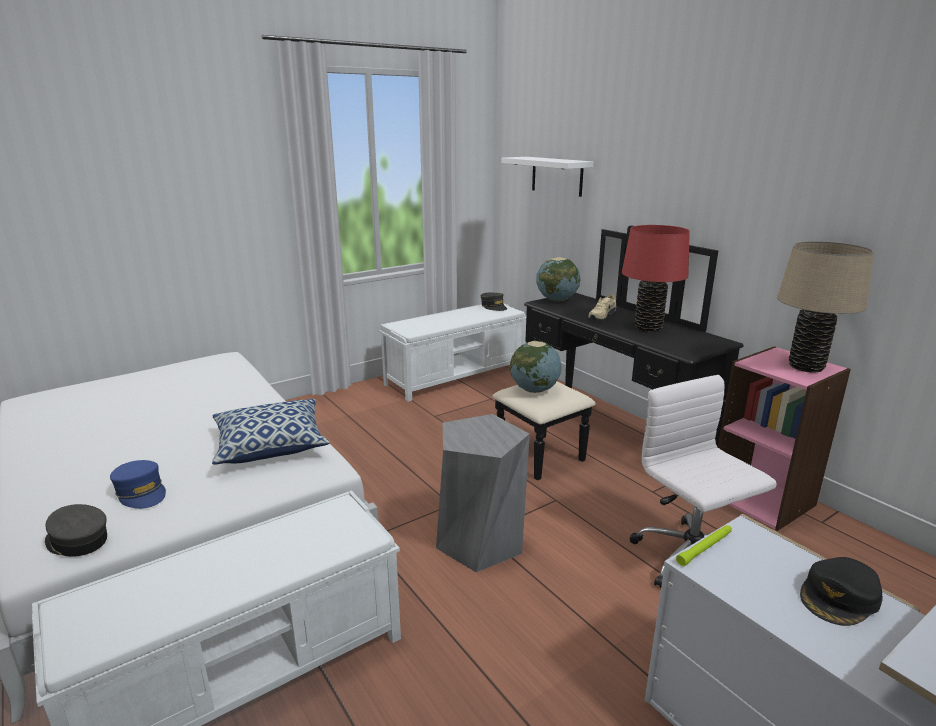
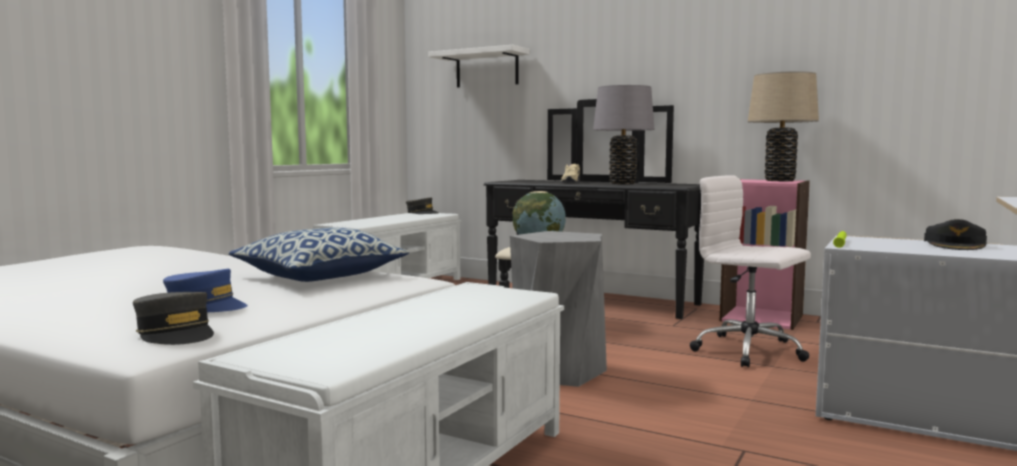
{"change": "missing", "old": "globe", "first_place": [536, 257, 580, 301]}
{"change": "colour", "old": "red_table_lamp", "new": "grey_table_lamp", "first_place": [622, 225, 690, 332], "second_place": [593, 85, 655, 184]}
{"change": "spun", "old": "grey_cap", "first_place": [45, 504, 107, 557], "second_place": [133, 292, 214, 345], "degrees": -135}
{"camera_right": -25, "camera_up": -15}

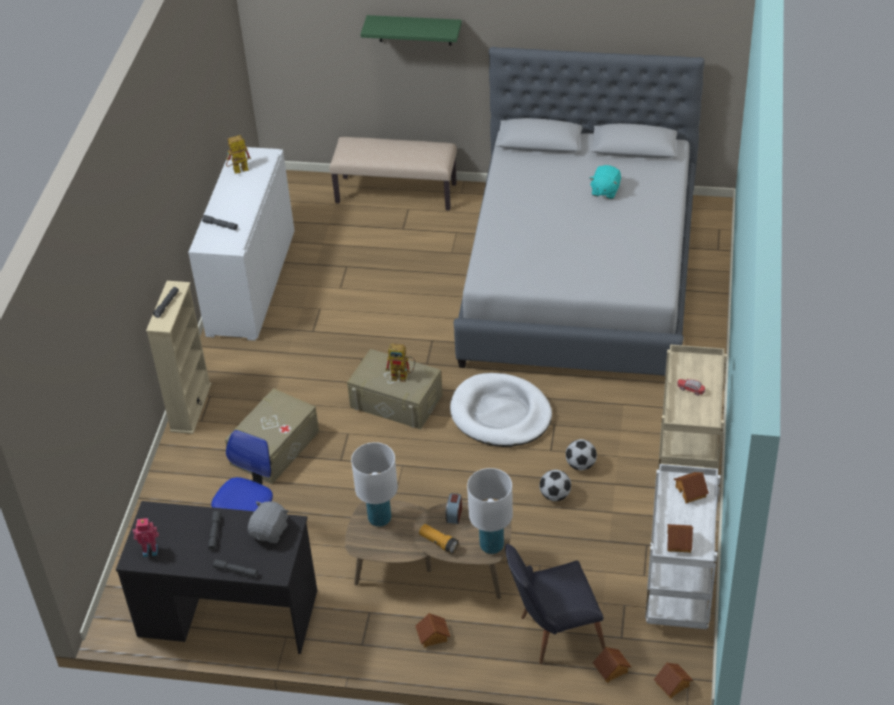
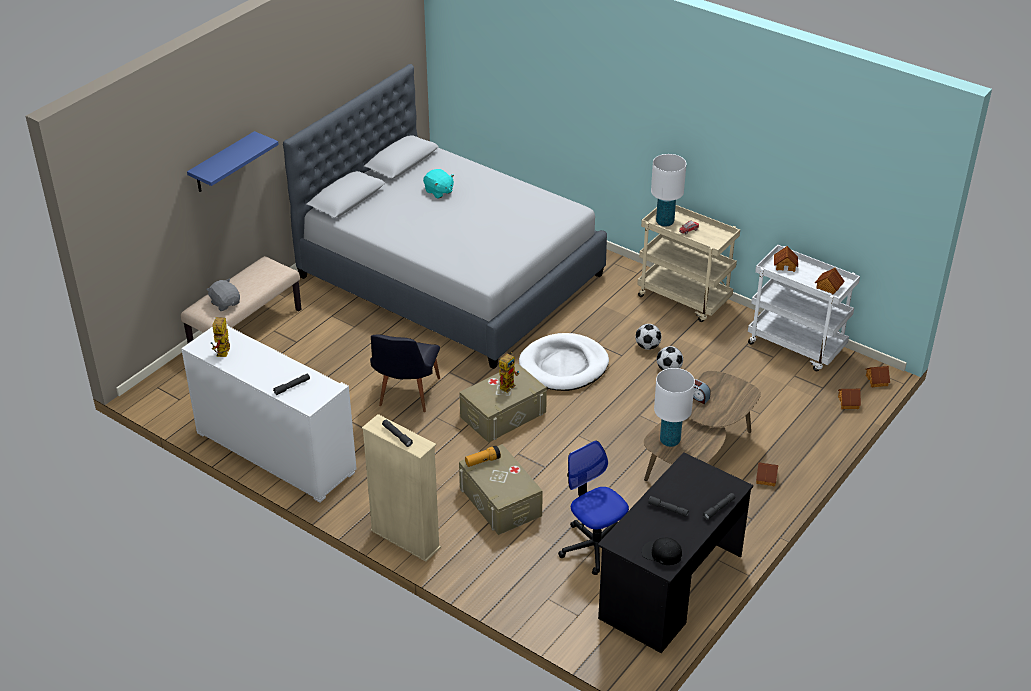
{"change": "relocated", "old": "grey_plush_toy", "first_place": [248, 501, 288, 543], "second_place": [206, 278, 240, 311]}
{"change": "relocated", "old": "flashlight", "first_place": [419, 524, 458, 554], "second_place": [465, 445, 501, 467]}
{"change": "relocated", "old": "white_table_lamp", "first_place": [467, 468, 513, 554], "second_place": [651, 154, 686, 227]}
{"change": "relocated", "old": "black_chair", "first_place": [505, 544, 605, 664], "second_place": [370, 334, 440, 412]}
{"change": "exchanged", "old": "toy_robot", "new": "black_cap", "first_place": [133, 518, 159, 557], "second_place": [641, 538, 682, 565]}
{"change": "colour", "old": "green_shelf", "new": "blue_shelf", "first_place": [360, 15, 462, 46], "second_place": [187, 131, 279, 192]}
{"camera_right": -65, "camera_up": -5}

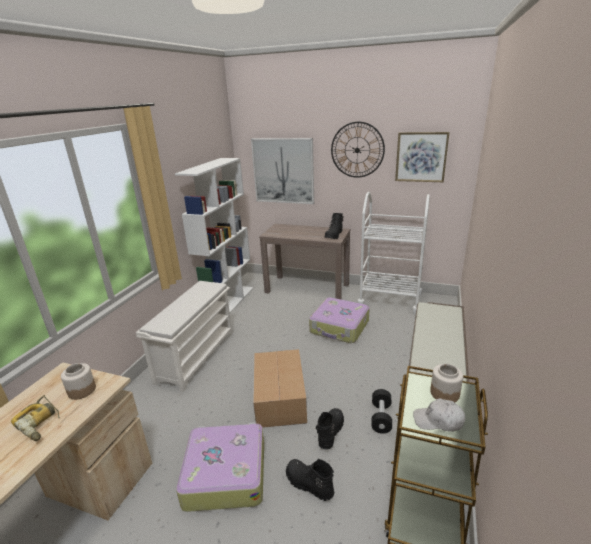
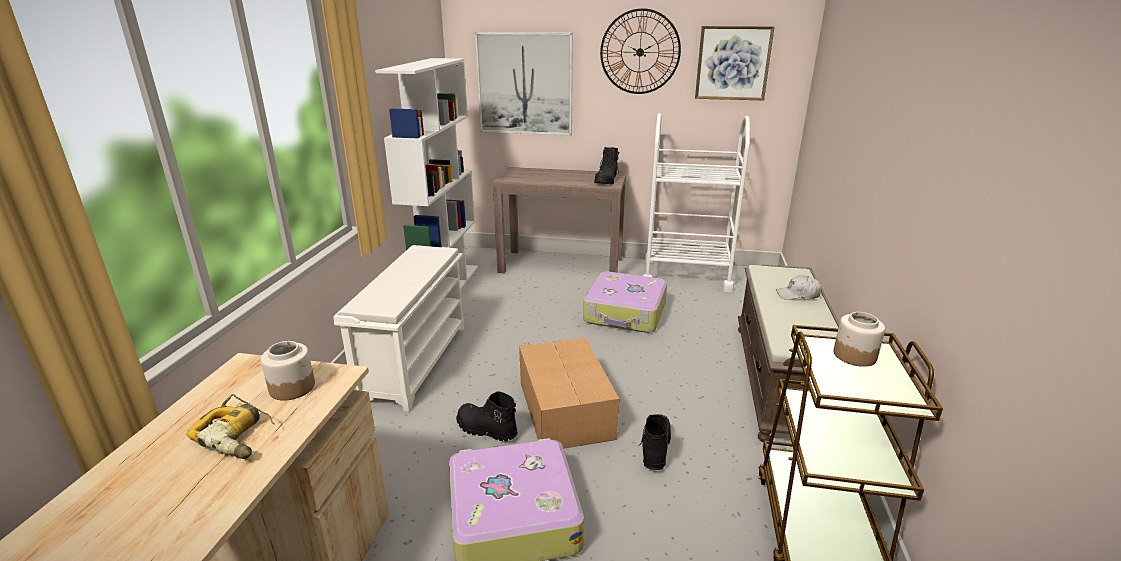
{"change": "missing", "old": "black_dumbbell", "first_place": [372, 389, 392, 434]}
{"change": "relocated", "old": "black_boot", "first_place": [286, 459, 334, 501], "second_place": [456, 391, 518, 442]}
{"change": "relocated", "old": "white_cap", "first_place": [413, 398, 465, 432], "second_place": [776, 275, 822, 300]}
{"camera_right": -10, "camera_up": 0}

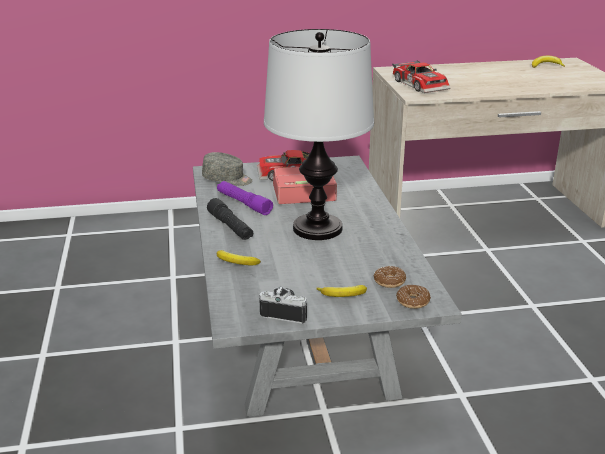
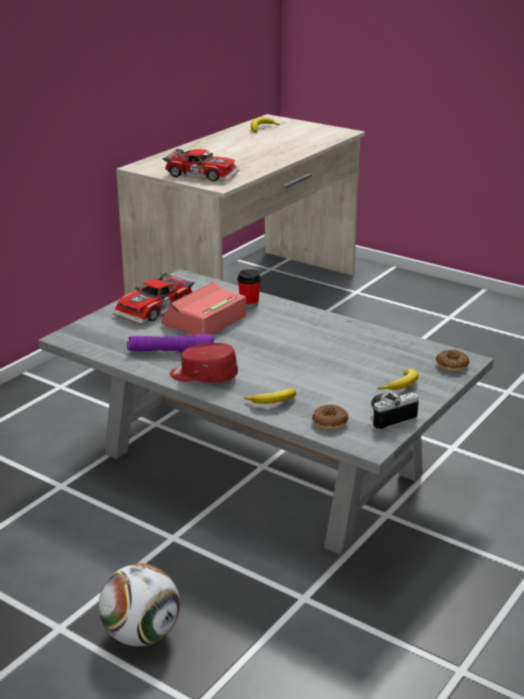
{"change": "missing", "old": "grey_cap", "first_place": [202, 152, 252, 186]}
{"change": "missing", "old": "table_lamp", "first_place": [264, 29, 374, 240]}
{"change": "appeared", "new": "football", "second_place": [99, 564, 180, 646]}
{"change": "appeared", "new": "cup", "second_place": [237, 269, 261, 308]}
{"change": "relocated", "old": "donut", "first_place": [374, 266, 406, 288], "second_place": [312, 404, 349, 430]}
{"change": "exchanged", "old": "black_flashlight", "new": "red_cap", "first_place": [207, 198, 253, 240], "second_place": [170, 343, 238, 383]}
{"camera_right": -45, "camera_up": 0}

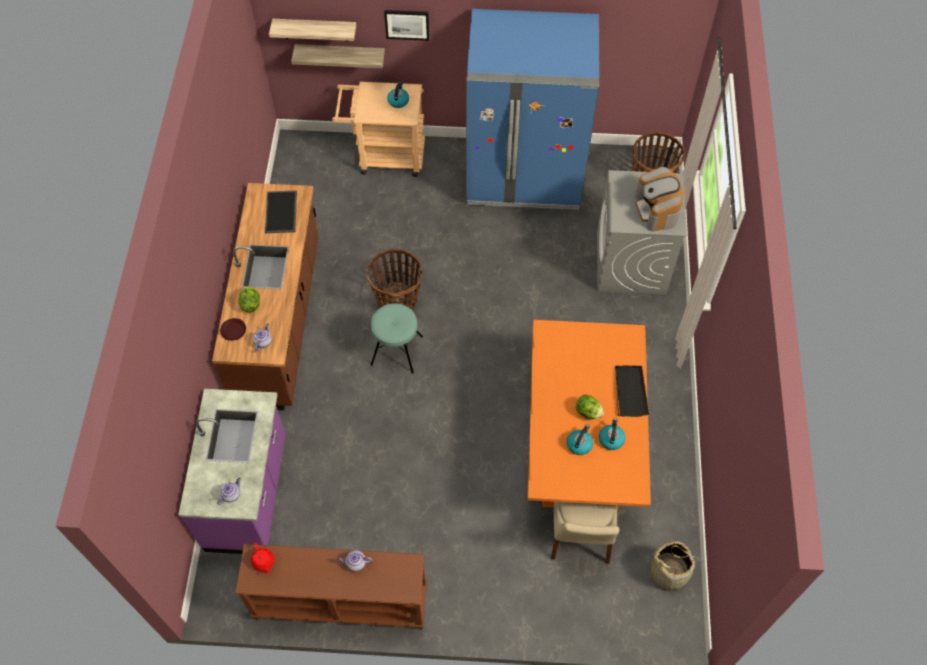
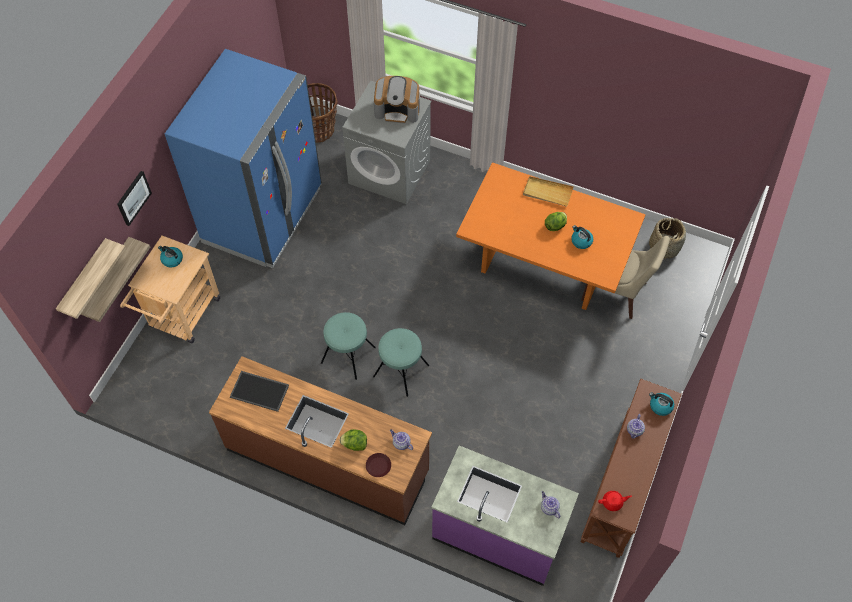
{"change": "relocated", "old": "kettle", "first_place": [599, 418, 625, 450], "second_place": [649, 392, 674, 416]}
{"change": "exchanged", "old": "basket", "new": "turquoise_stool", "first_place": [367, 249, 422, 310], "second_place": [321, 312, 376, 380]}
{"change": "colour", "old": "black_tray", "new": "beige_tray", "first_place": [615, 365, 649, 417], "second_place": [523, 176, 574, 207]}
{"camera_right": -70, "camera_up": 0}

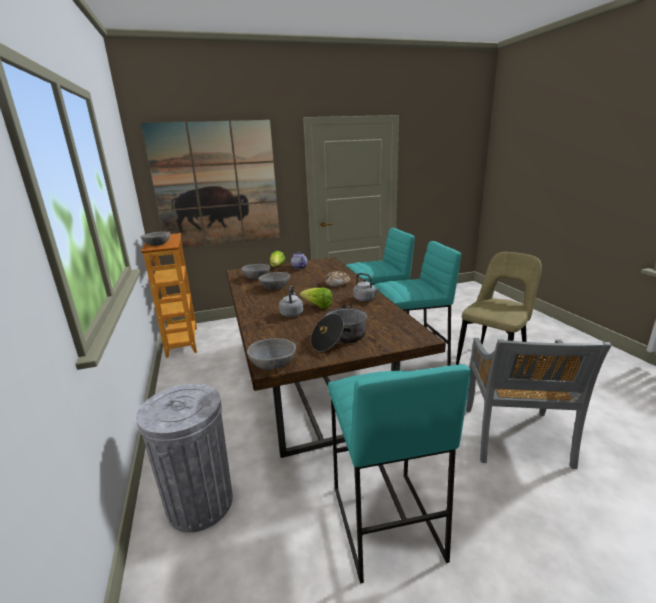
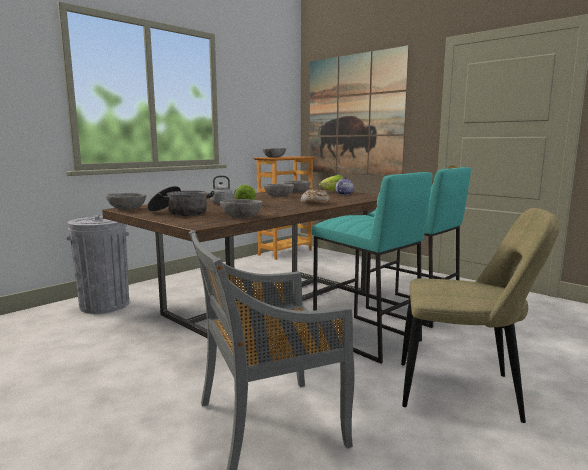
{"change": "missing", "old": "turquoise_stool", "first_place": [328, 364, 471, 584]}
{"change": "missing", "old": "grey_kettle", "first_place": [353, 273, 380, 301]}
{"change": "appeared", "new": "grey_bowl", "second_place": [220, 199, 262, 218]}
{"camera_right": 60, "camera_up": -10}

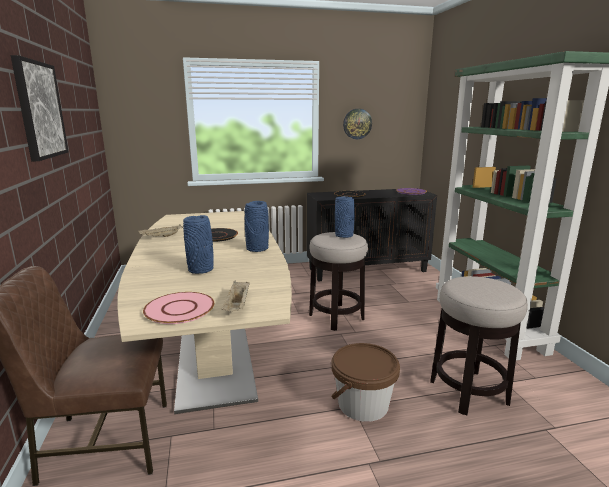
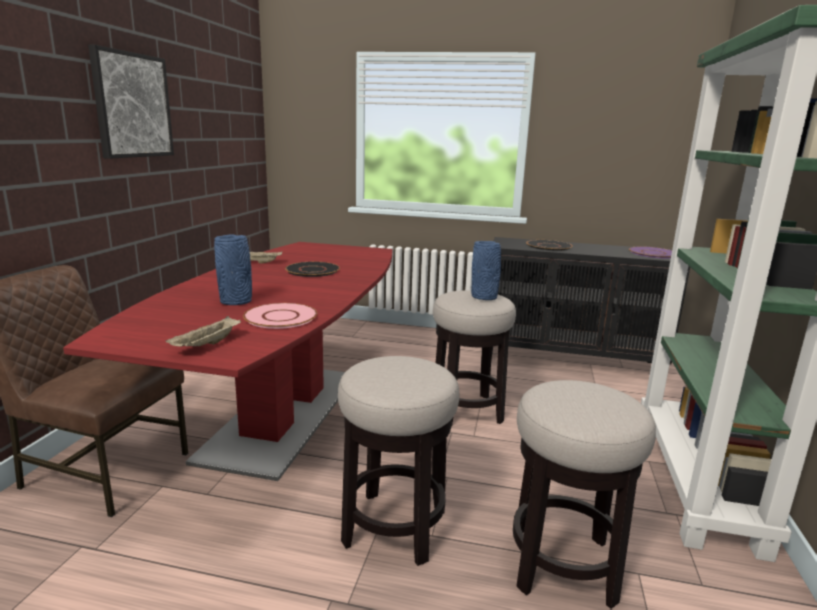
{"change": "missing", "old": "blue_vase", "first_place": [245, 201, 269, 252]}
{"change": "missing", "old": "wall_clock", "first_place": [343, 109, 372, 139]}
{"change": "relocated", "old": "pink_plate", "first_place": [143, 292, 214, 324], "second_place": [243, 303, 317, 329]}
{"change": "exchanged", "old": "brown_bucket", "new": "stool", "first_place": [331, 343, 400, 422], "second_place": [338, 356, 460, 566]}
{"change": "colour", "old": "beige_dining_table", "new": "red_dining_table", "first_place": [117, 211, 292, 414], "second_place": [63, 242, 392, 481]}
{"camera_right": 25, "camera_up": 0}

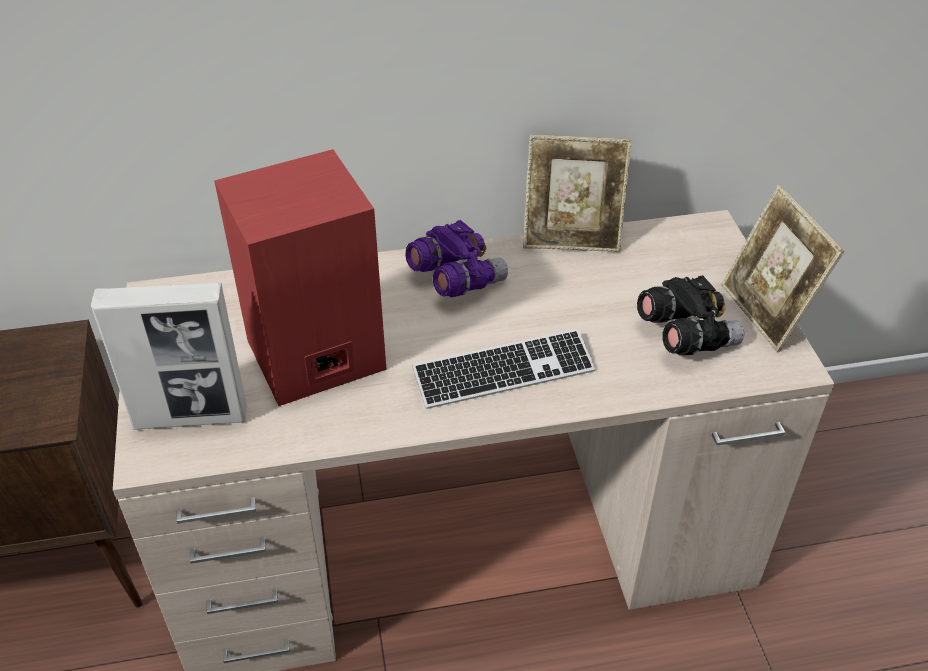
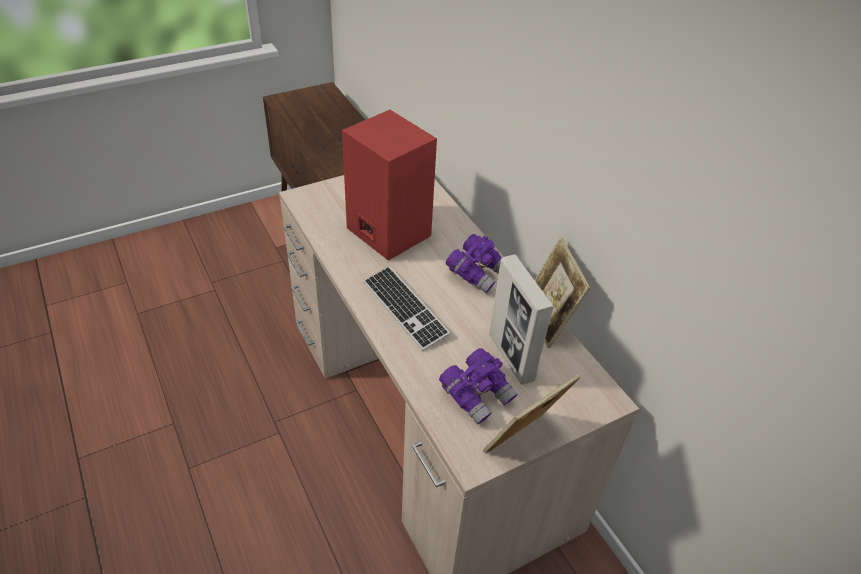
{"change": "relocated", "old": "picture_frame", "first_place": [91, 282, 247, 430], "second_place": [489, 254, 554, 385]}
{"change": "colour", "old": "black_binoculars", "new": "purple_binoculars", "first_place": [637, 275, 744, 355], "second_place": [439, 348, 518, 425]}
{"camera_right": 70, "camera_up": 0}

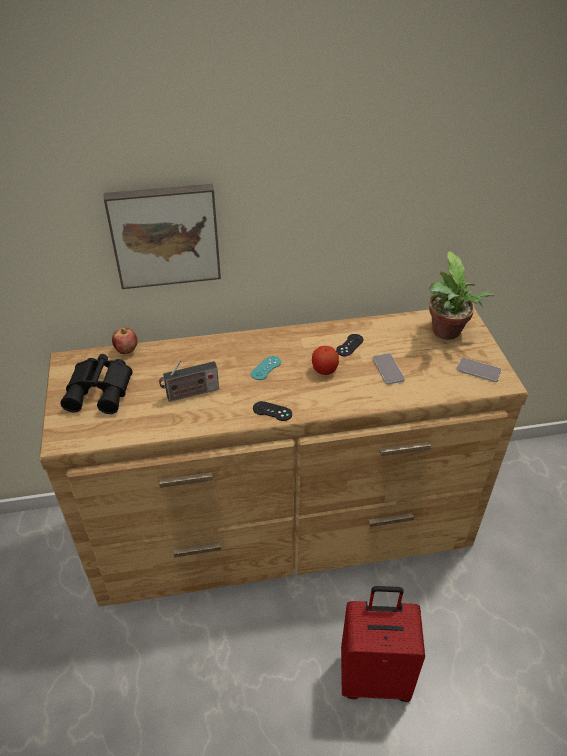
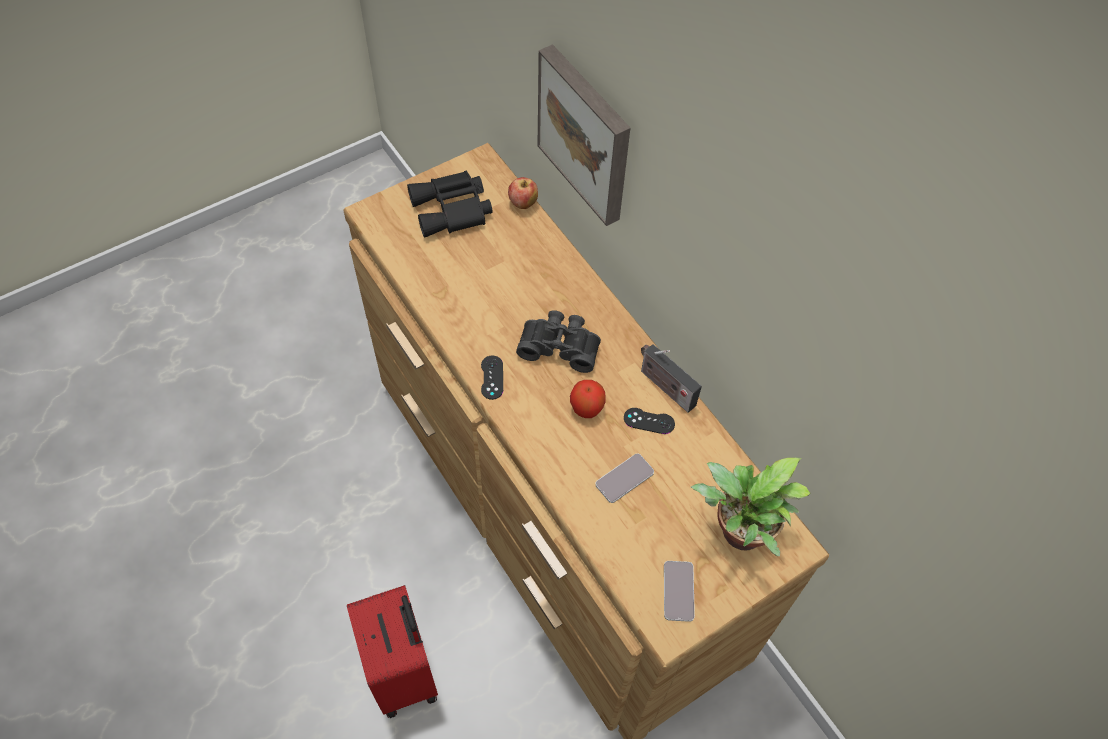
{"change": "relocated", "old": "radio", "first_place": [159, 359, 219, 402], "second_place": [641, 344, 702, 413]}
{"change": "exchanged", "old": "turquoise_game_controller", "new": "black_binoculars", "first_place": [251, 356, 281, 380], "second_place": [516, 310, 601, 373]}
{"camera_right": 65, "camera_up": 15}

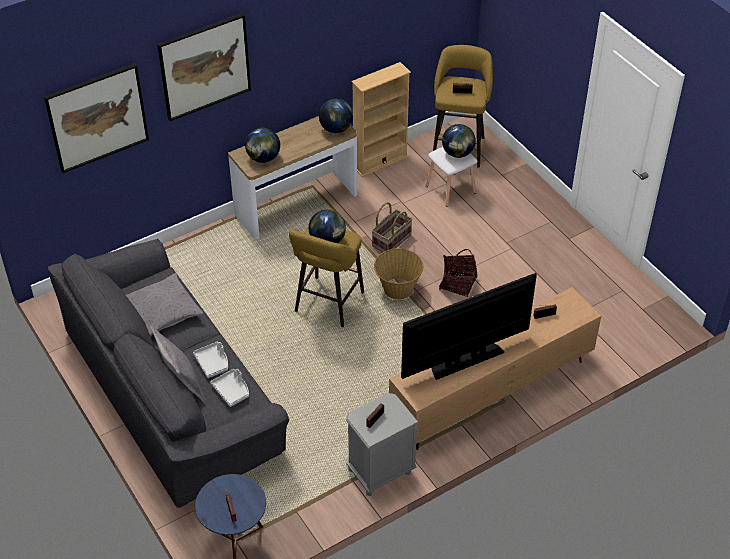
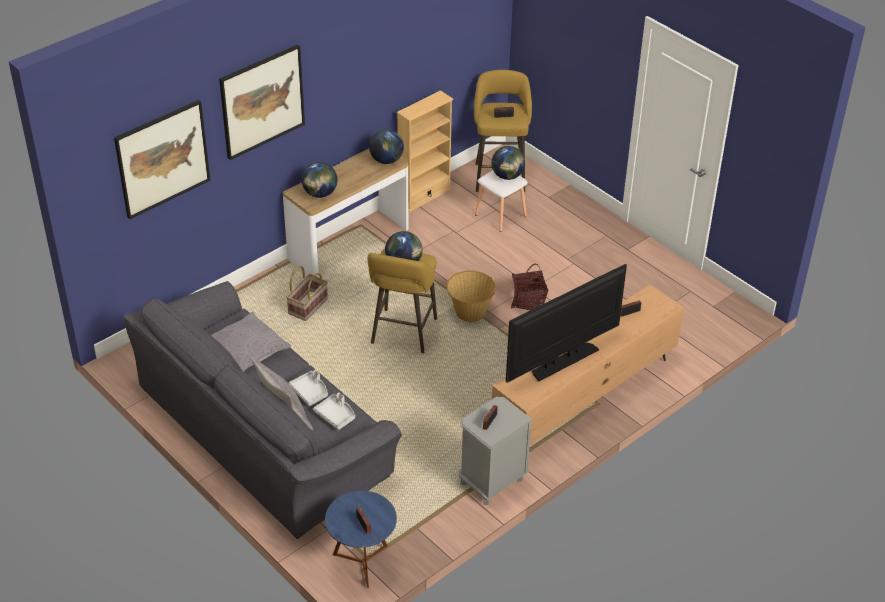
{"change": "relocated", "old": "basket", "first_place": [372, 202, 412, 252], "second_place": [286, 266, 328, 321]}
{"camera_right": -10, "camera_up": -5}

